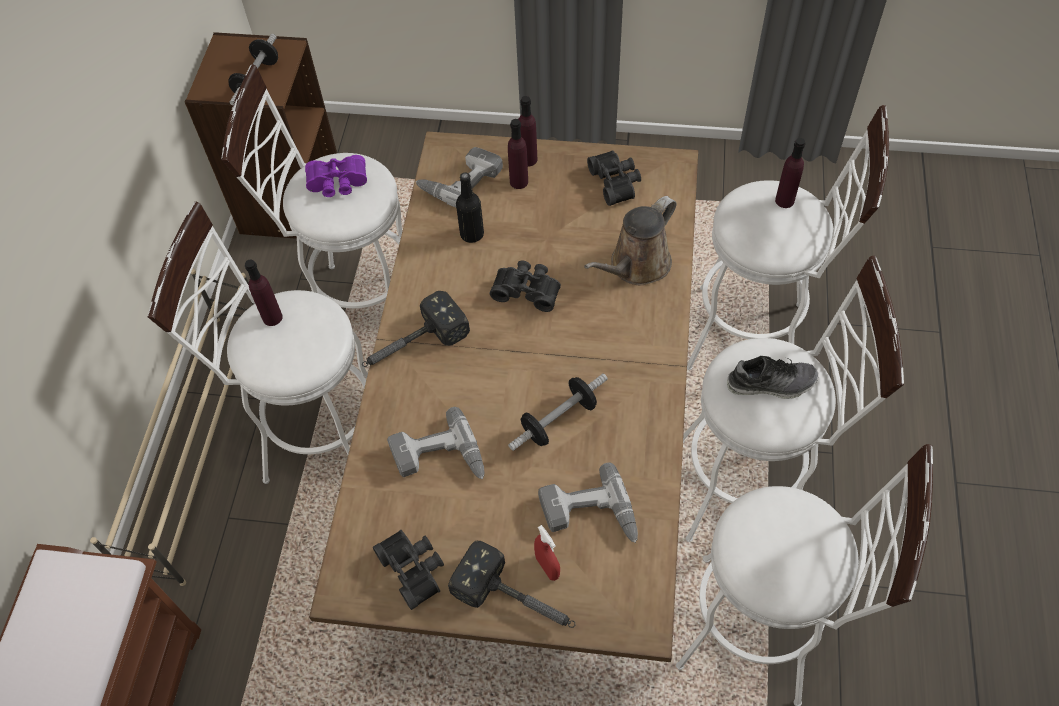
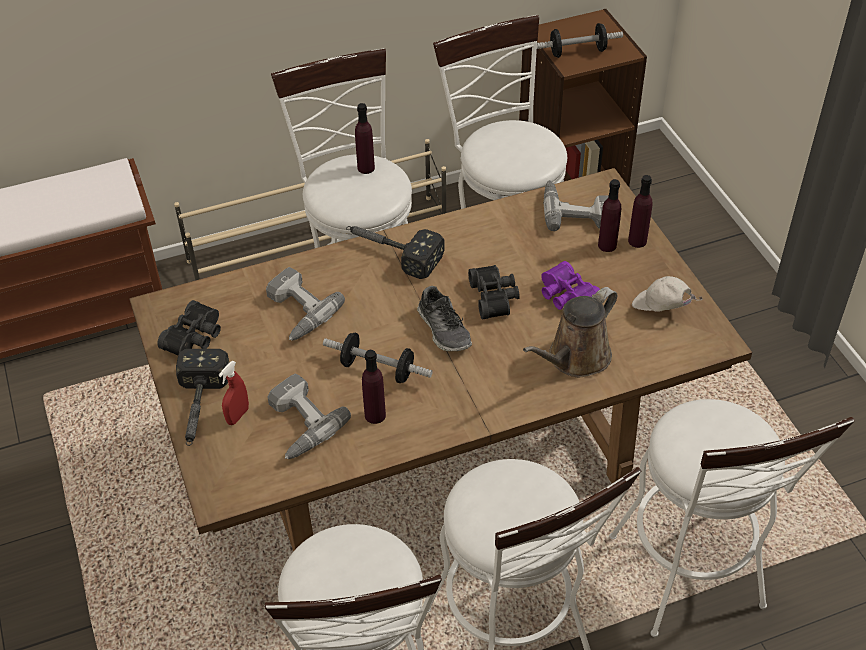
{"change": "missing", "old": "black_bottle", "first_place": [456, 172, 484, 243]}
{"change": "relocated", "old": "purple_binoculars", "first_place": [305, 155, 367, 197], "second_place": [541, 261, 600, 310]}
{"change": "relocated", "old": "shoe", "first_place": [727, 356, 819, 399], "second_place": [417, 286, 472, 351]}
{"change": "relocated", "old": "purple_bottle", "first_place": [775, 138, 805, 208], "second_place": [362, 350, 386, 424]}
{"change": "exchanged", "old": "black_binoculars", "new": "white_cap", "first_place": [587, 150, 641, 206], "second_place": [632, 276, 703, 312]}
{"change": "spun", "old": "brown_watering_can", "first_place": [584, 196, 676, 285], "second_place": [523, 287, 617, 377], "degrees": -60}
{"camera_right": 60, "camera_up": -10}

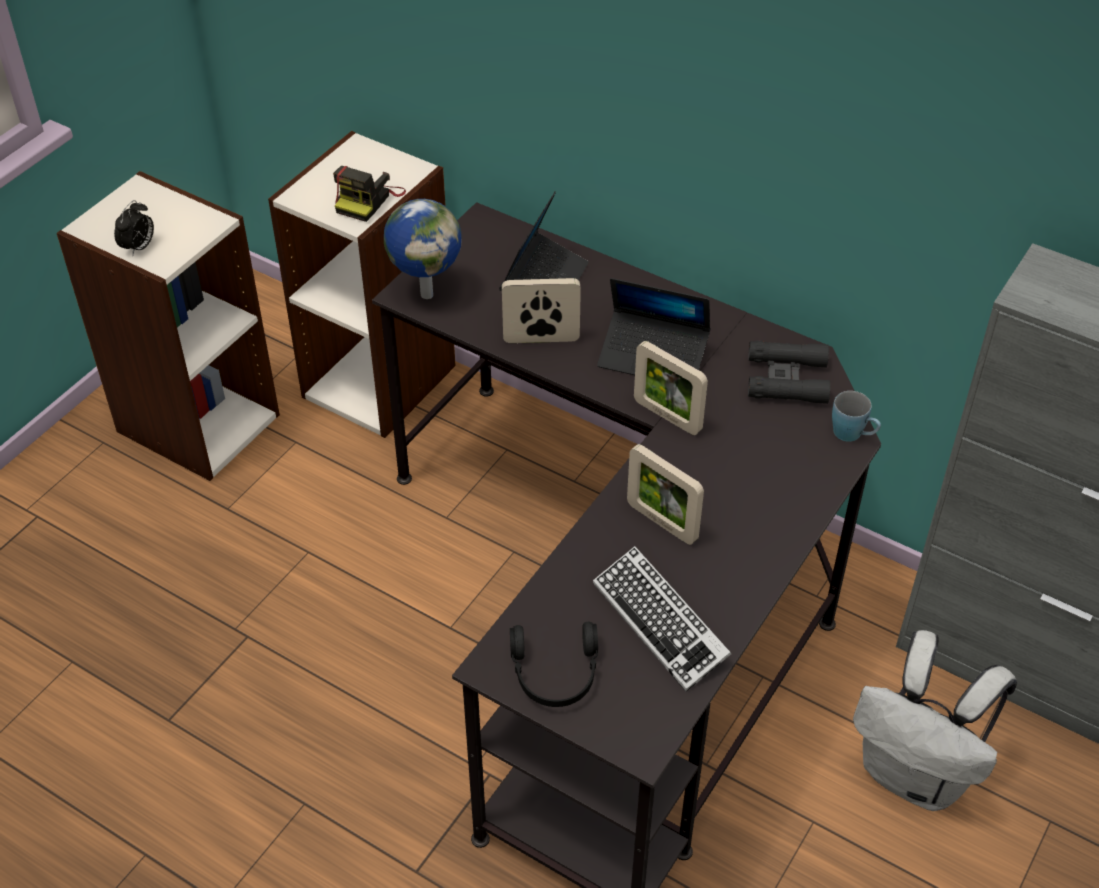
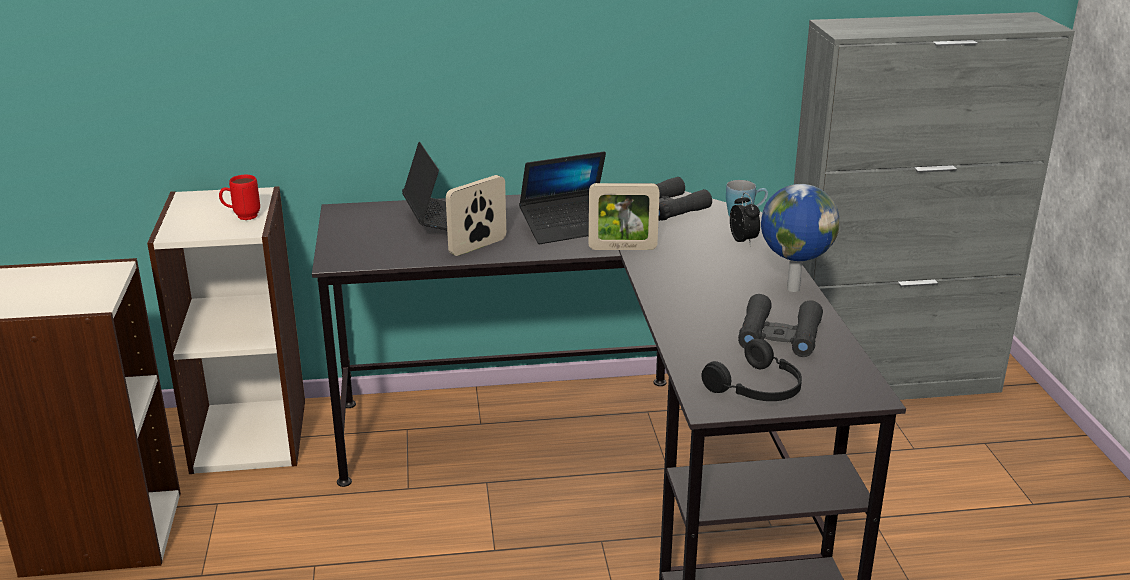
{"change": "missing", "old": "picture_frame", "first_place": [627, 444, 704, 545]}
{"change": "missing", "old": "white_backpack", "first_place": [853, 630, 1017, 811]}
{"change": "relocated", "old": "alarm_clock", "first_place": [114, 200, 154, 256], "second_place": [730, 192, 760, 246]}
{"change": "relocated", "old": "globe", "first_place": [384, 199, 461, 299], "second_place": [761, 184, 839, 292]}
{"change": "exchanged", "old": "photo_camera", "new": "red_mug", "first_place": [333, 166, 406, 222], "second_place": [219, 175, 260, 220]}
{"change": "exchanged", "old": "keyboard", "new": "black_binoculars", "first_place": [593, 546, 731, 692], "second_place": [738, 294, 823, 357]}
{"camera_right": -40, "camera_up": -20}

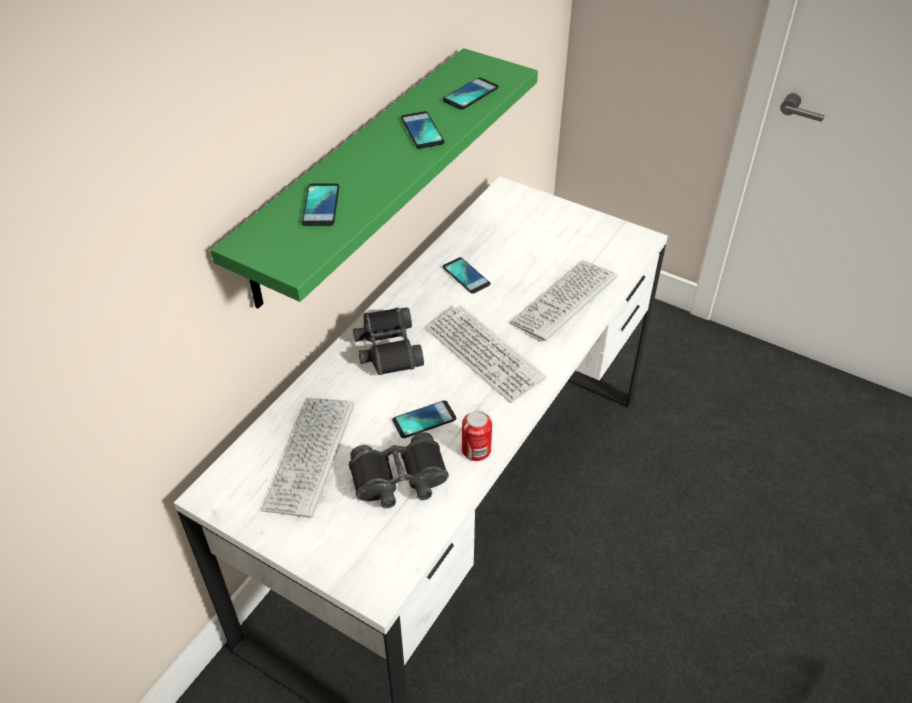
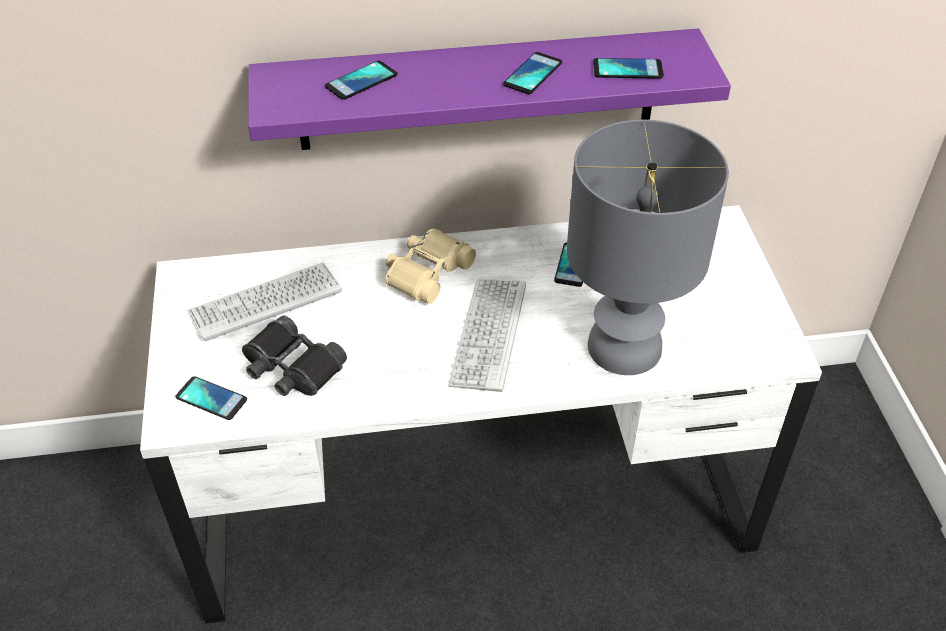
{"change": "missing", "old": "can", "first_place": [462, 411, 492, 461]}
{"change": "relocated", "old": "phone", "first_place": [392, 400, 456, 438], "second_place": [176, 376, 247, 420]}
{"change": "exchanged", "old": "keyboard", "new": "grey_table_lamp", "first_place": [509, 260, 617, 341], "second_place": [567, 120, 729, 375]}
{"change": "colour", "old": "green_shelf", "new": "purple_shelf", "first_place": [211, 48, 538, 308], "second_place": [248, 29, 731, 150]}
{"change": "colour", "old": "black_binoculars", "new": "beige_binoculars", "first_place": [353, 307, 424, 375], "second_place": [385, 229, 476, 304]}
{"camera_right": 50, "camera_up": 0}

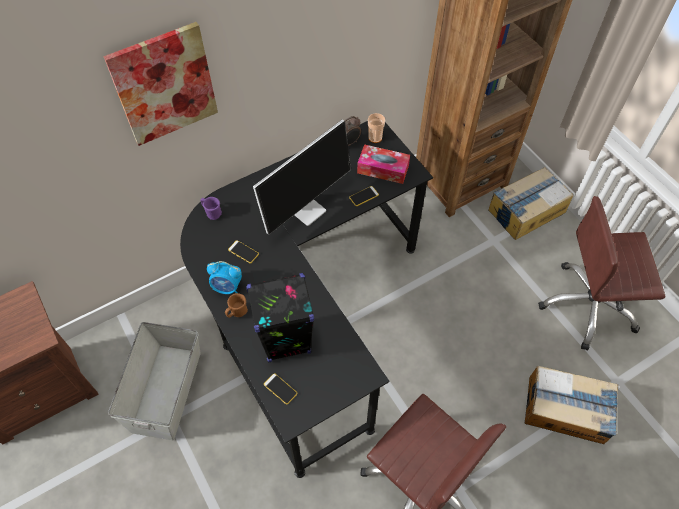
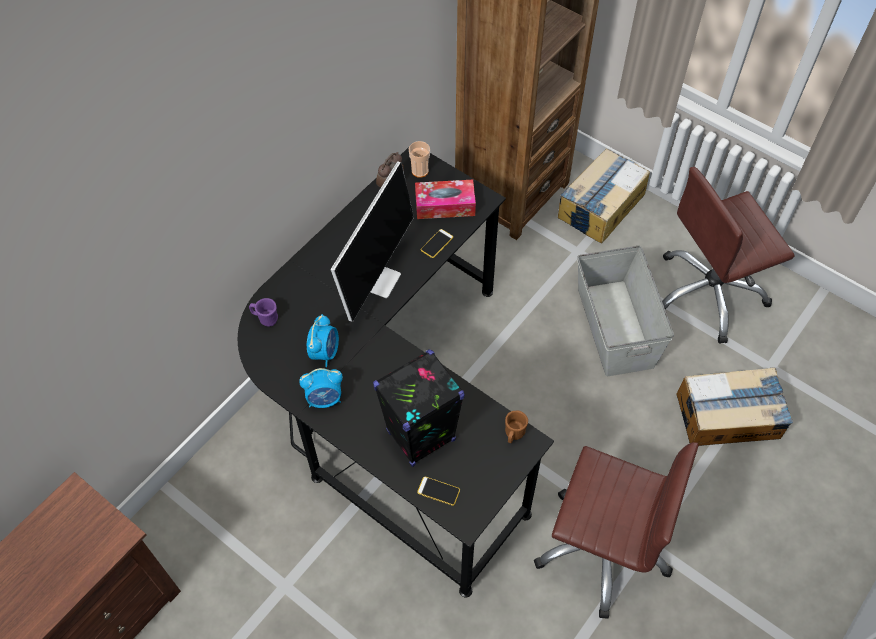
{"change": "missing", "old": "picture", "first_place": [104, 22, 218, 146]}
{"change": "relocated", "old": "grey_storage_box", "first_place": [108, 322, 201, 440], "second_place": [577, 246, 674, 377]}
{"change": "relocated", "old": "brown_mug", "first_place": [225, 293, 248, 318], "second_place": [505, 411, 528, 443]}
{"change": "exchanged", "old": "phone", "new": "alarm_clock", "first_place": [228, 240, 259, 263], "second_place": [306, 314, 339, 367]}
{"camera_right": -20, "camera_up": 0}

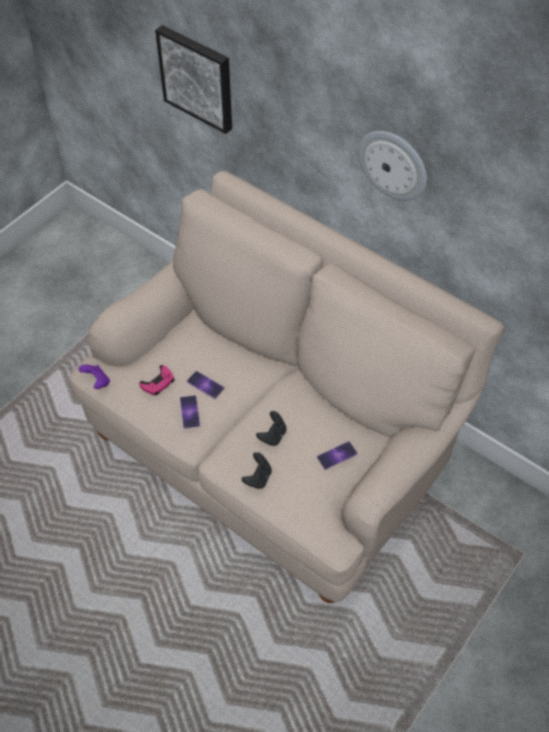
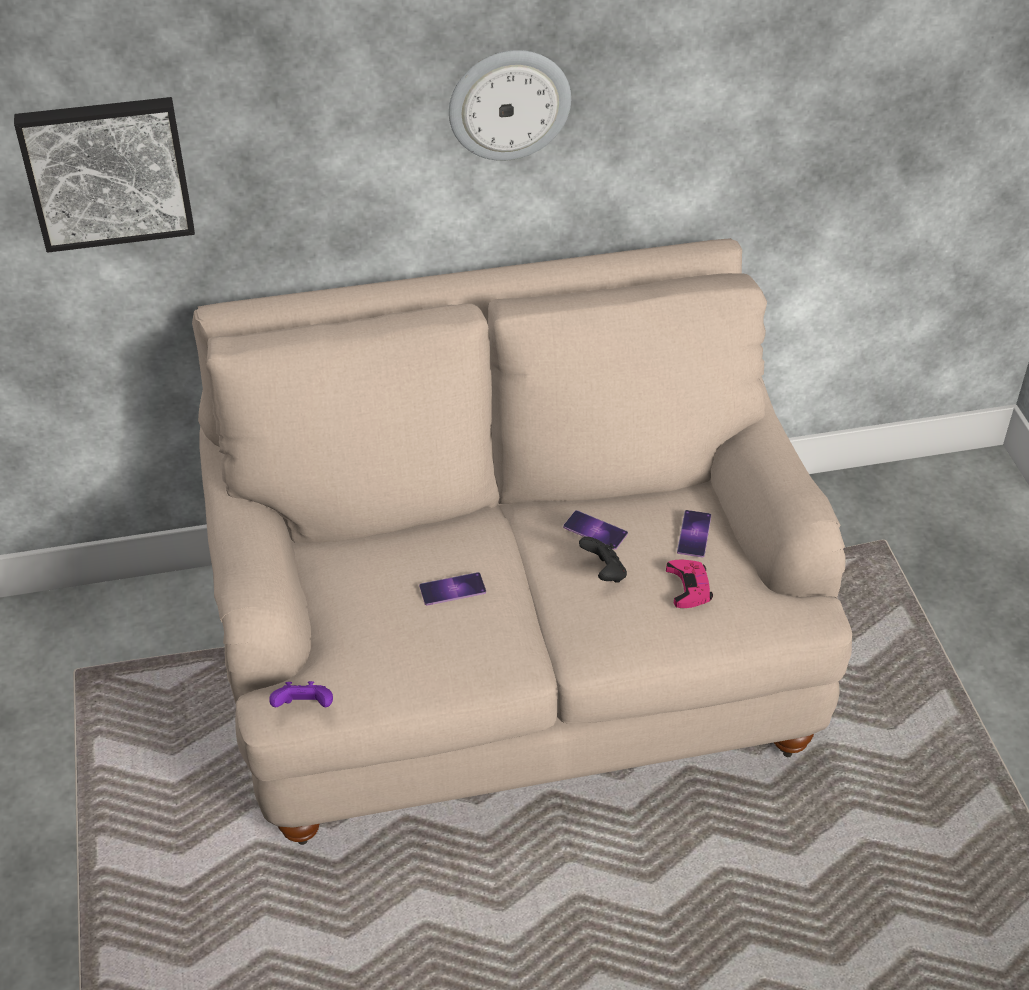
{"change": "missing", "old": "black_game_controller", "first_place": [242, 452, 272, 489]}
{"change": "relocated", "old": "pink_game_controller", "first_place": [139, 365, 175, 396], "second_place": [666, 559, 713, 608]}
{"change": "relocated", "old": "phone", "first_place": [180, 395, 200, 429], "second_place": [563, 510, 628, 550]}
{"camera_right": -50, "camera_up": -10}

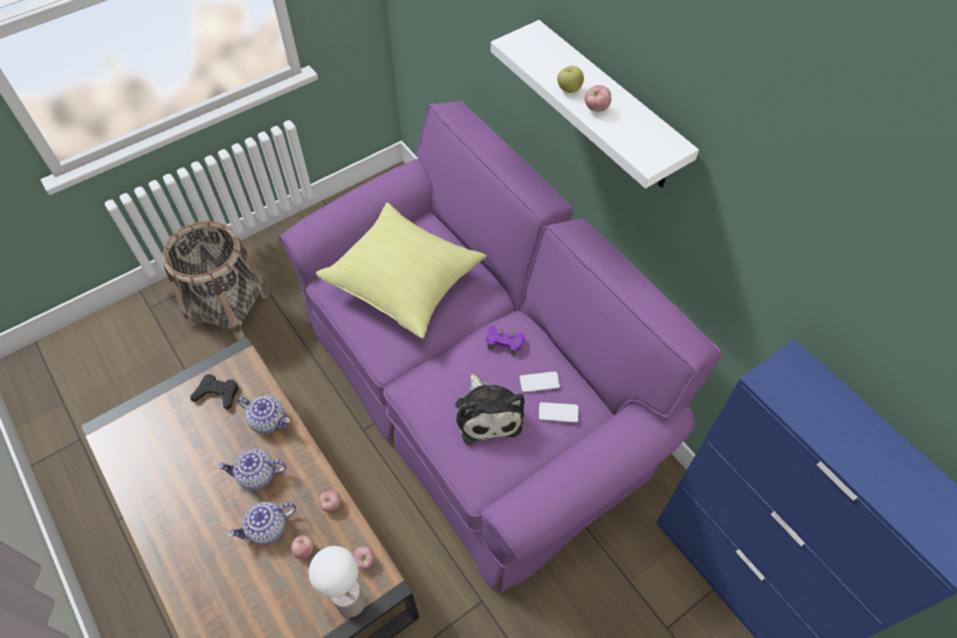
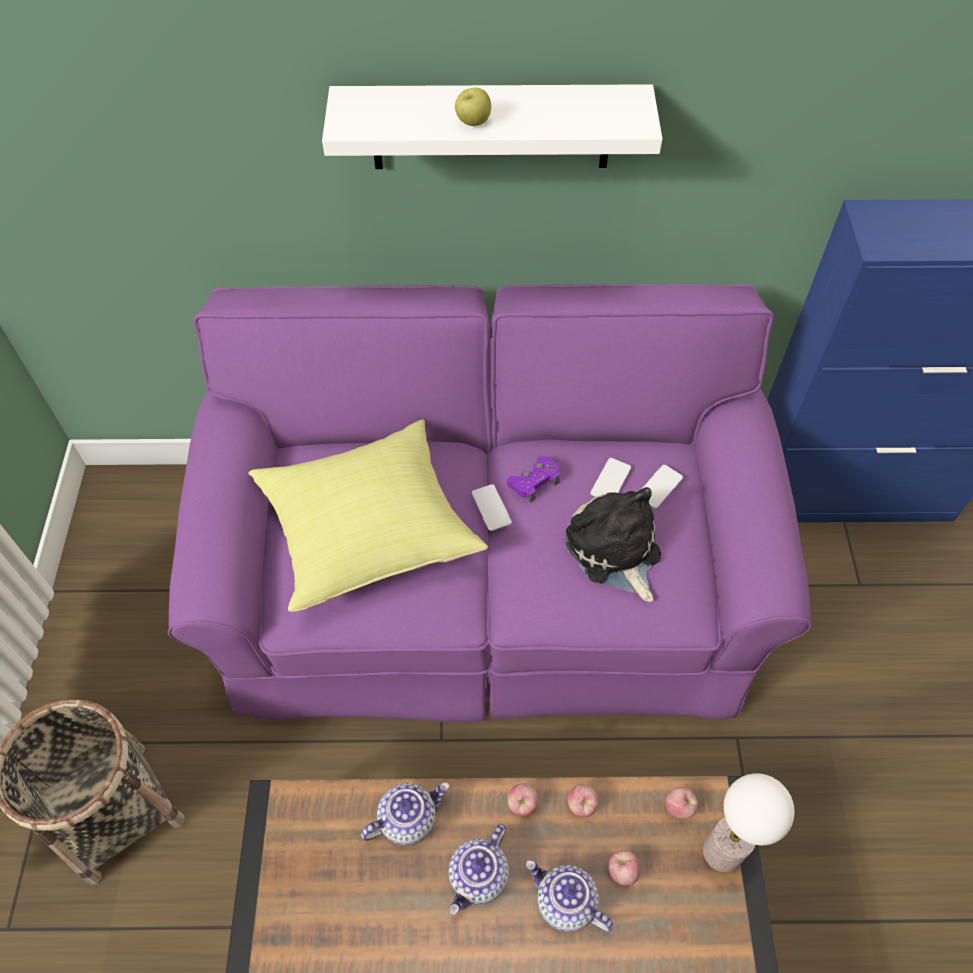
{"change": "missing", "old": "black_game_controller", "first_place": [190, 374, 238, 410]}
{"change": "appeared", "new": "phone", "second_place": [472, 484, 512, 531]}
{"change": "relocated", "old": "apple", "first_place": [585, 85, 611, 112], "second_place": [508, 783, 538, 817]}
{"change": "spun", "old": "teapot", "first_place": [228, 502, 296, 545], "second_place": [526, 860, 613, 932], "degrees": 120}
{"change": "spun", "old": "plush_toy", "first_place": [455, 374, 524, 445], "second_place": [566, 487, 661, 602], "degrees": -135}
{"camera_right": -55, "camera_up": 0}

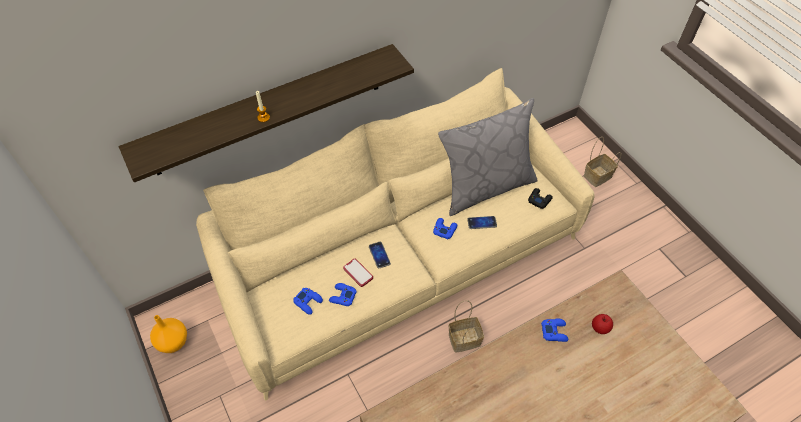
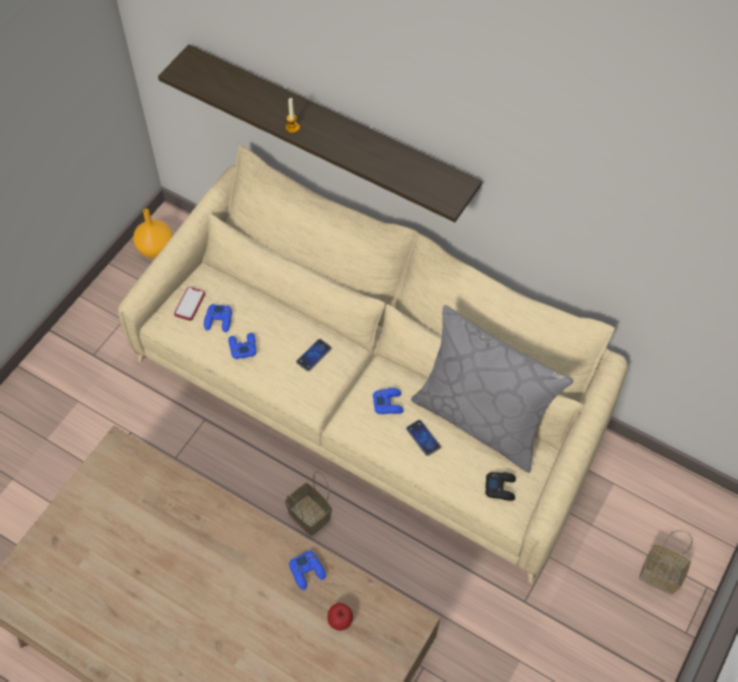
{"change": "relocated", "old": "phone", "first_place": [343, 259, 373, 287], "second_place": [174, 287, 205, 321]}
{"camera_right": 60, "camera_up": 5}

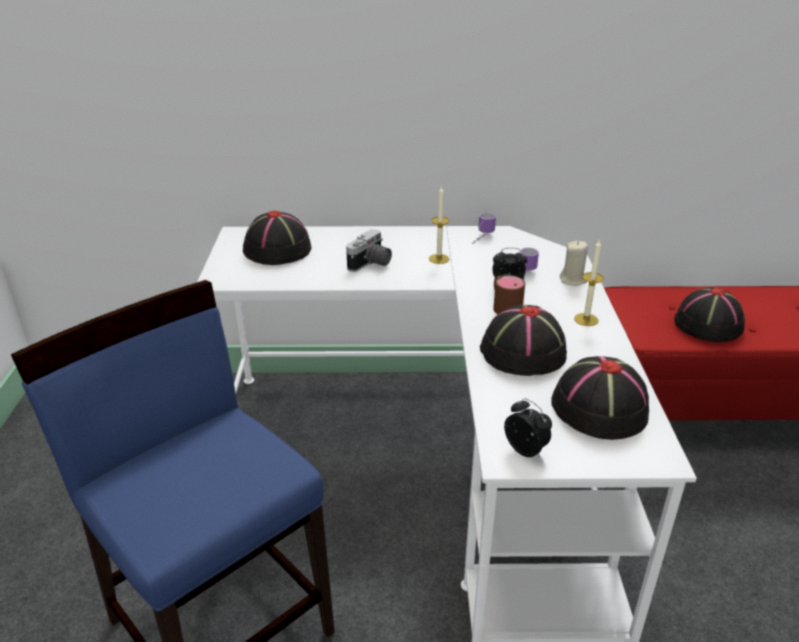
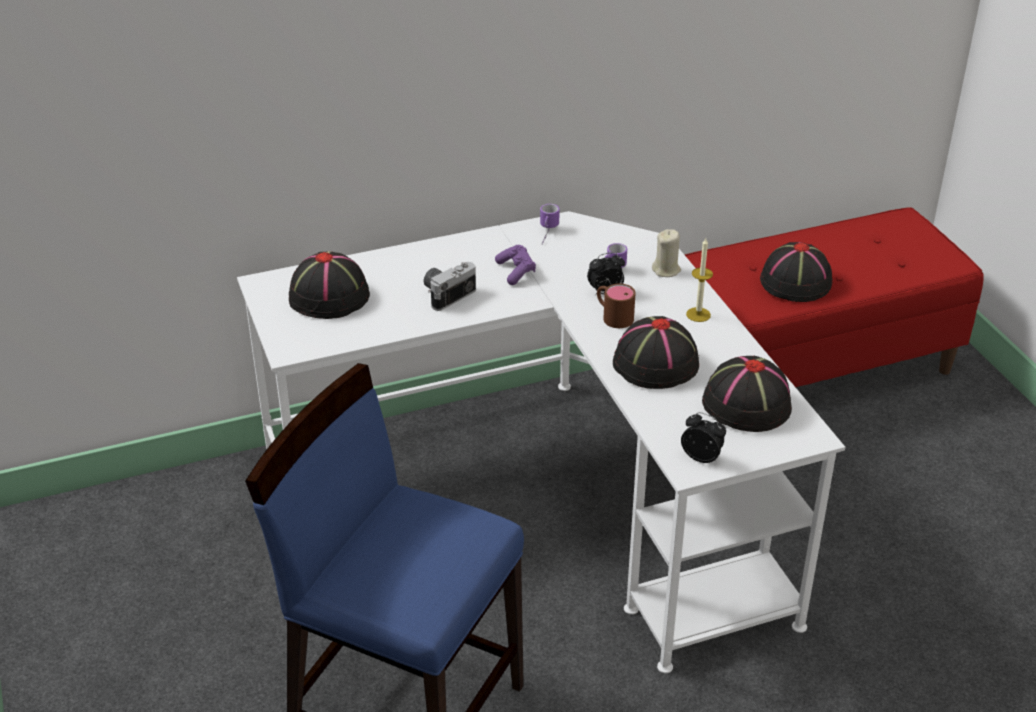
{"change": "exchanged", "old": "candle", "new": "purple_game_controller", "first_place": [429, 186, 449, 264], "second_place": [495, 245, 536, 285]}
{"change": "spun", "old": "photo_camera", "first_place": [346, 229, 392, 272], "second_place": [424, 262, 476, 311], "degrees": -150}
{"camera_right": -20, "camera_up": 5}

